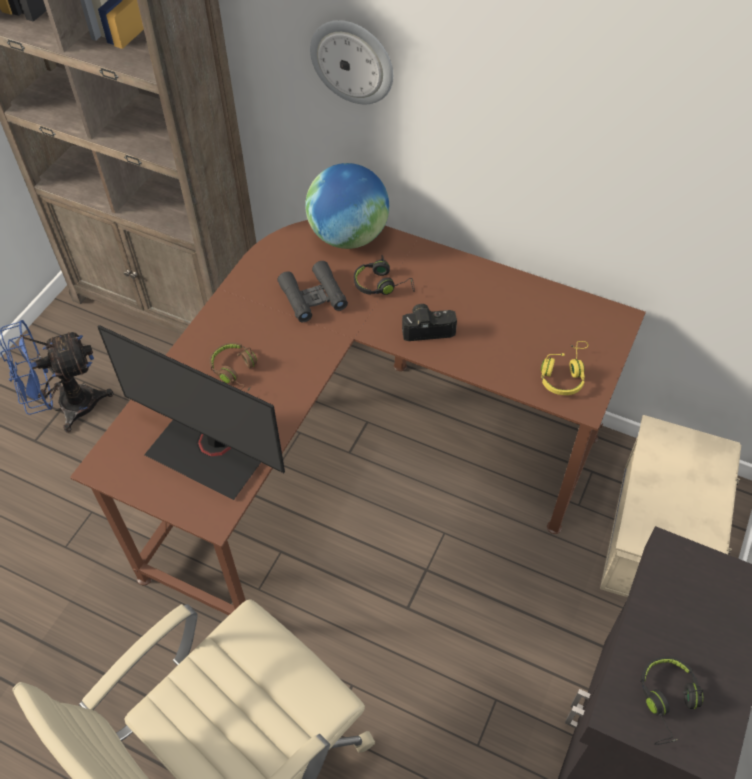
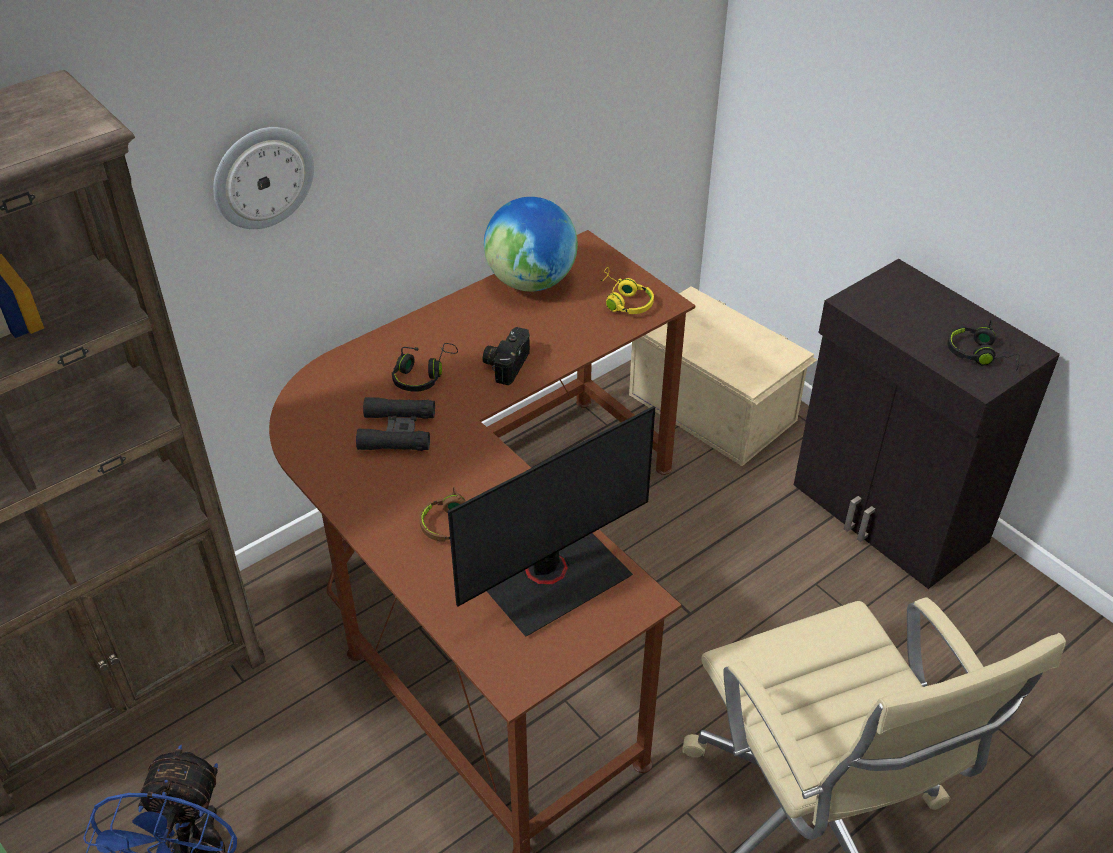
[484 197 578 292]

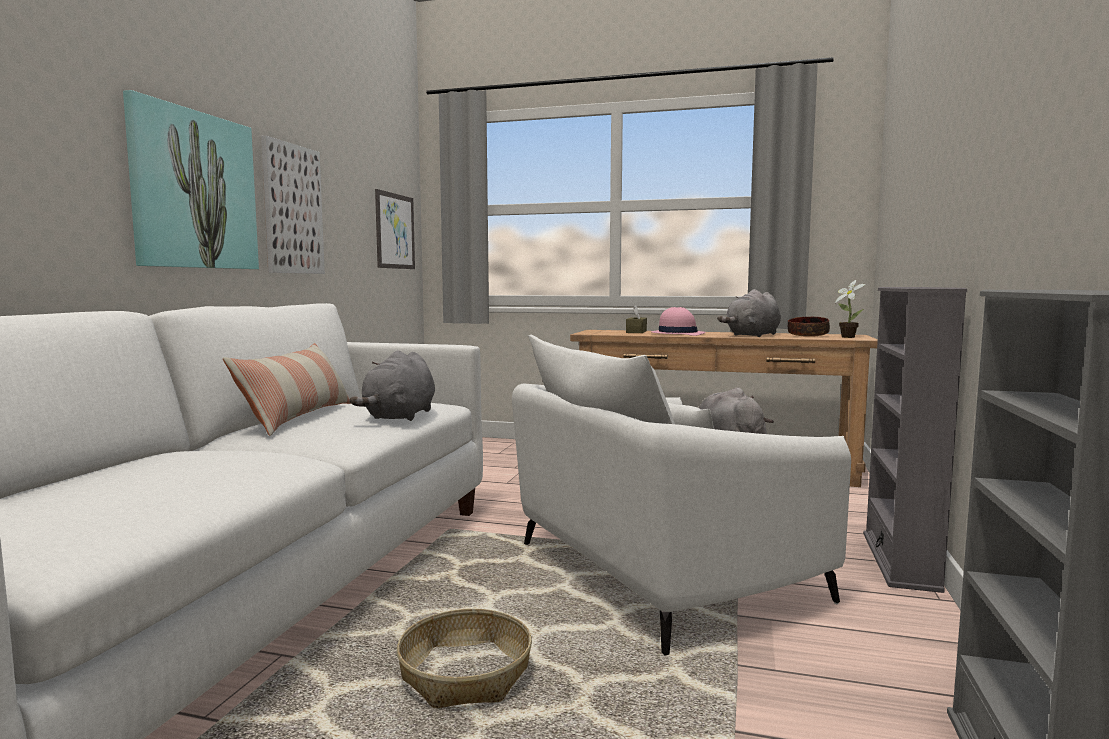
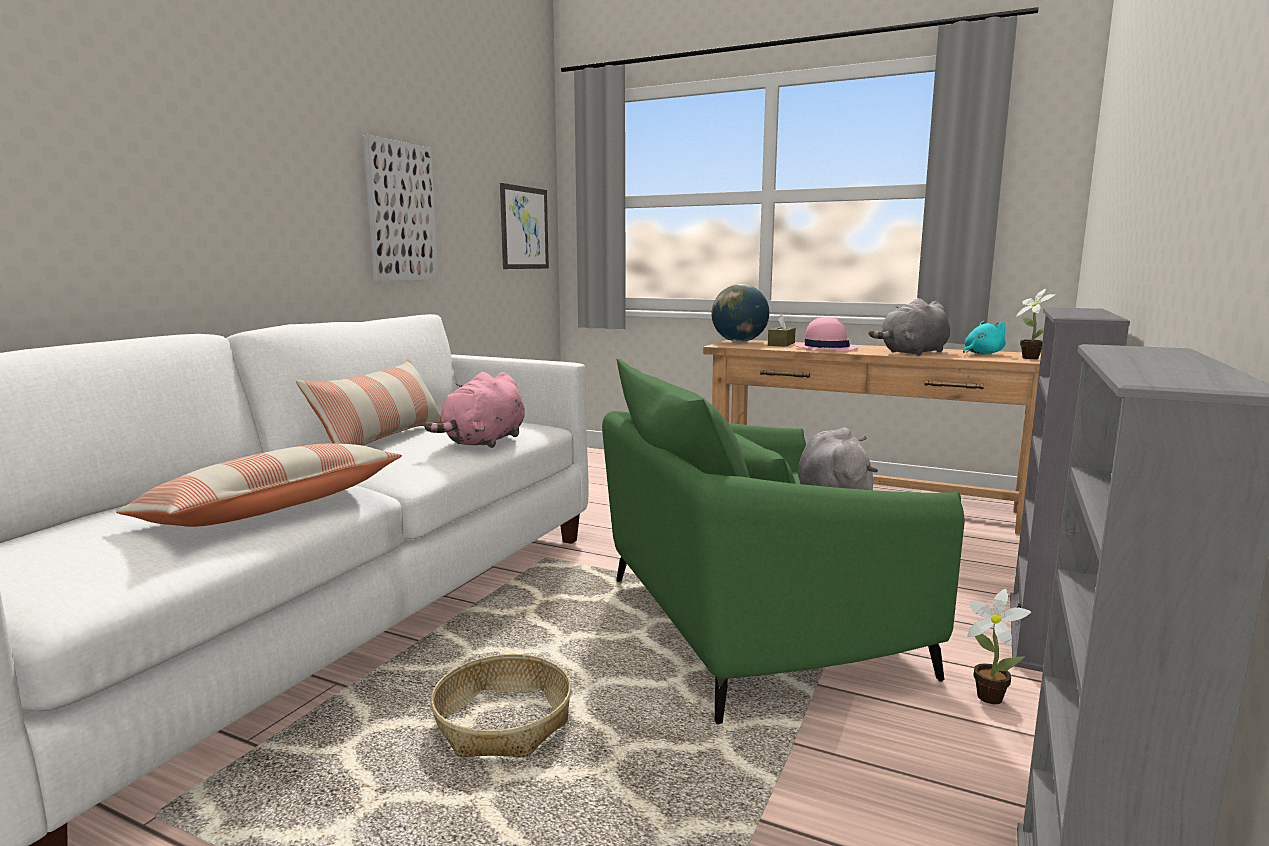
[123 90 259 269] (first image)
[963 321 1006 355]
[602 359 965 724]
[424 372 525 448]
[712 284 769 342]
[116 444 402 527]
[967 589 1031 704]

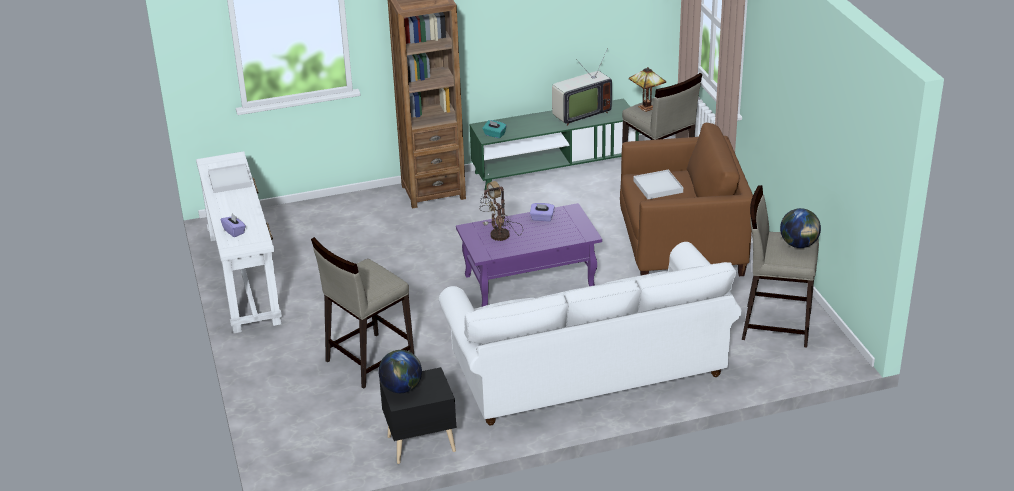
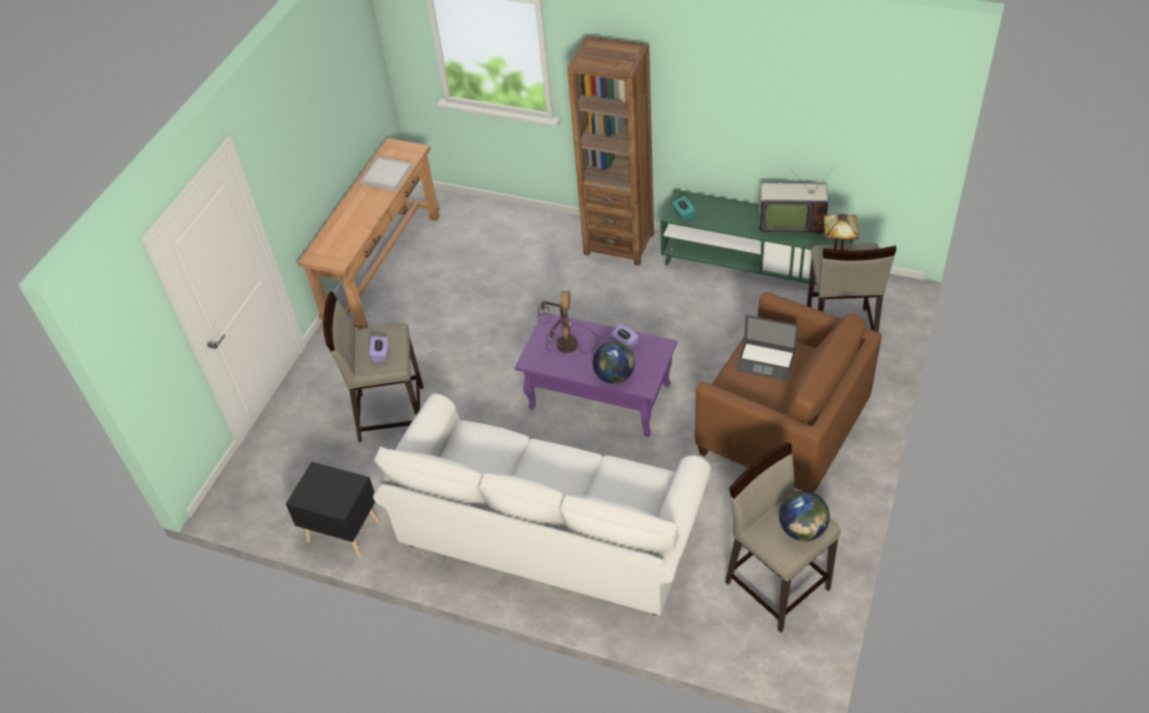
[297 138 440 330]
[735 315 799 381]
[369 336 388 363]
[593 341 635 384]

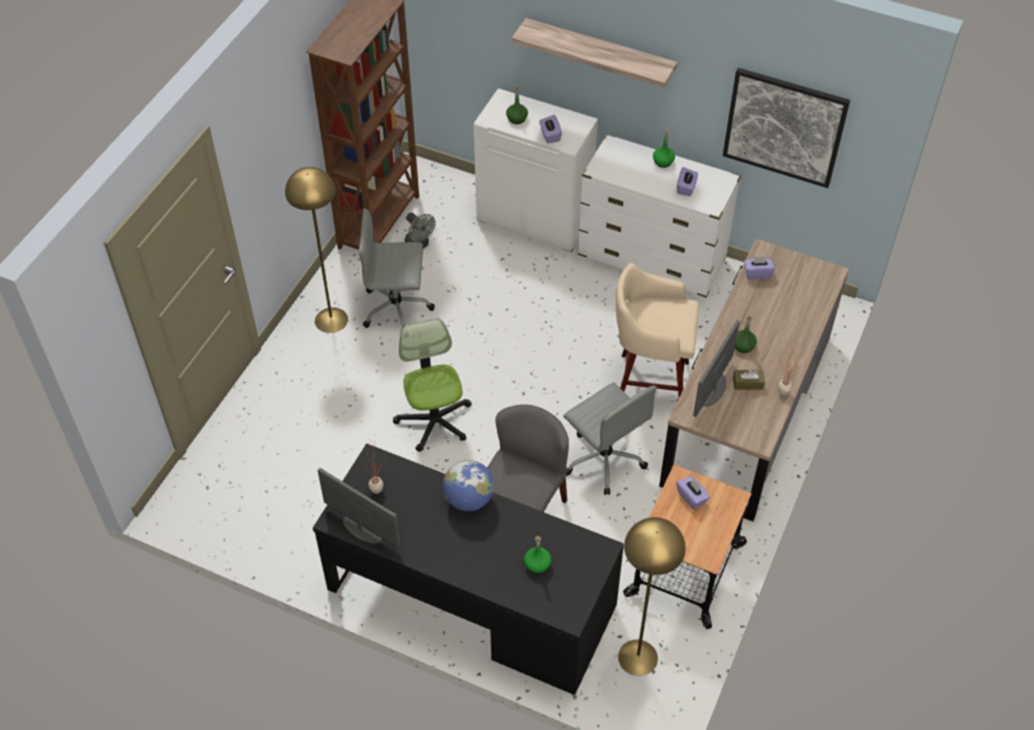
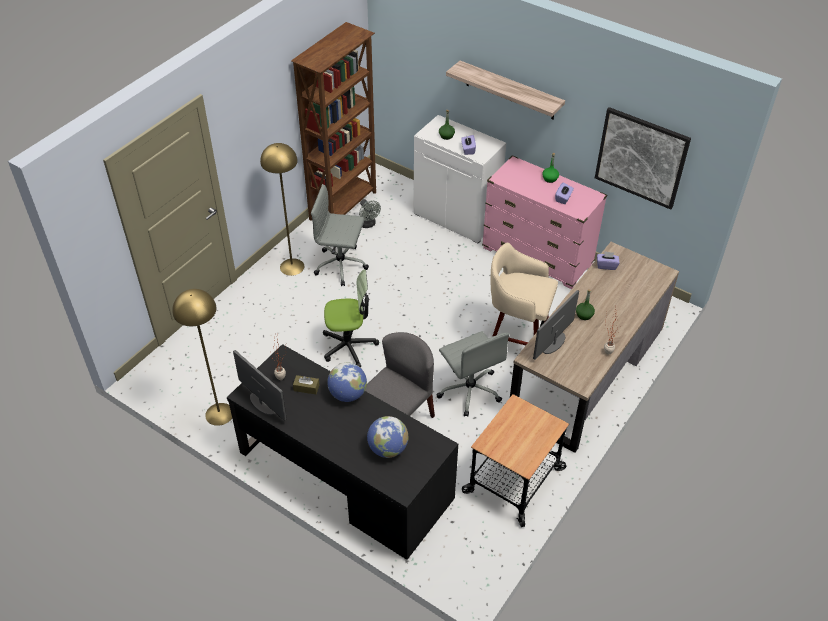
[482 155 607 289]
[323 269 379 367]
[293 375 320 394]
[676 476 710 509] (first image)
[172 289 232 426]
[367 416 408 458]

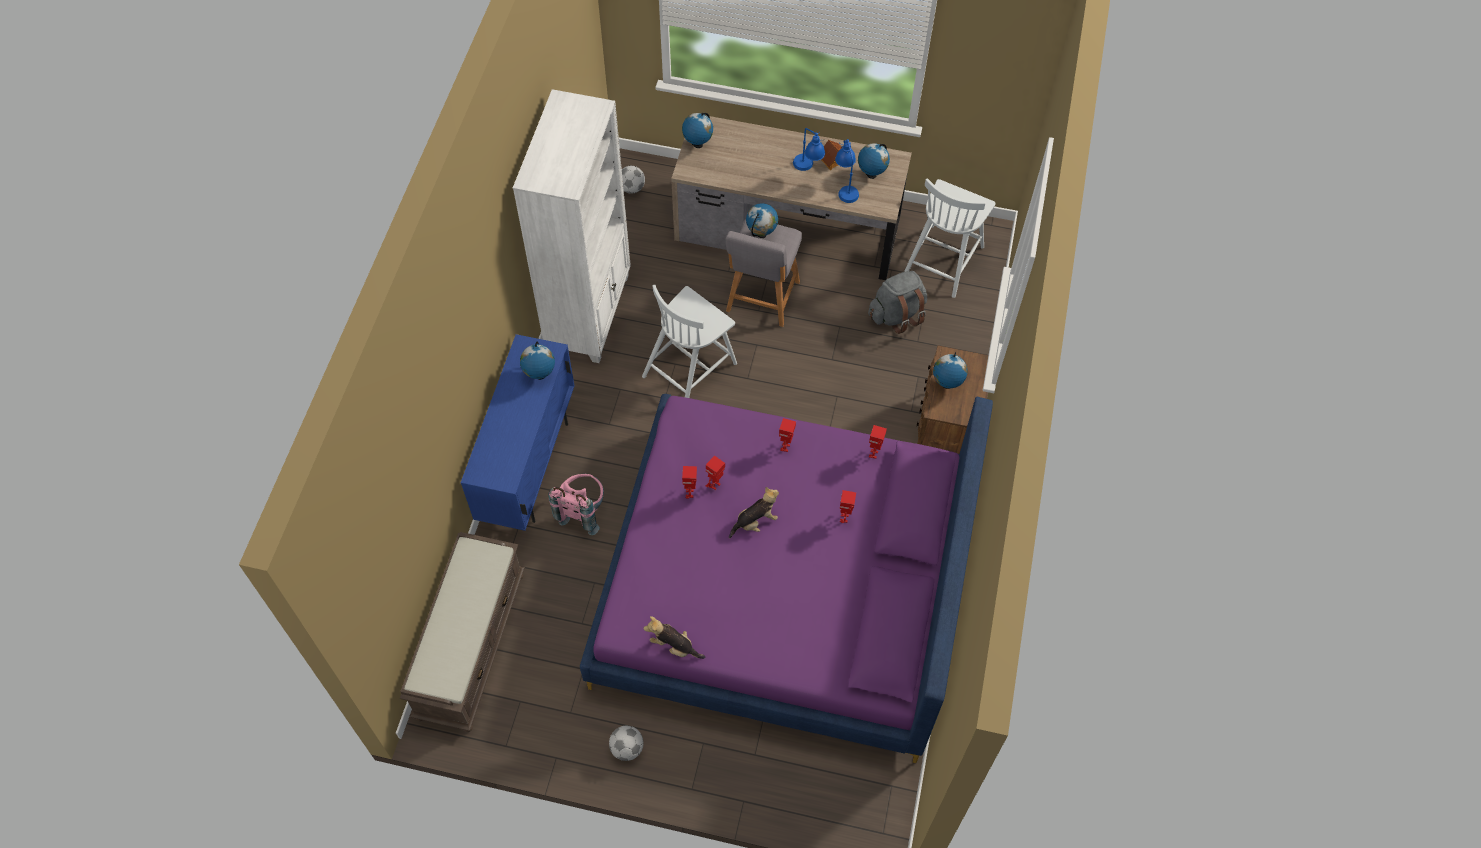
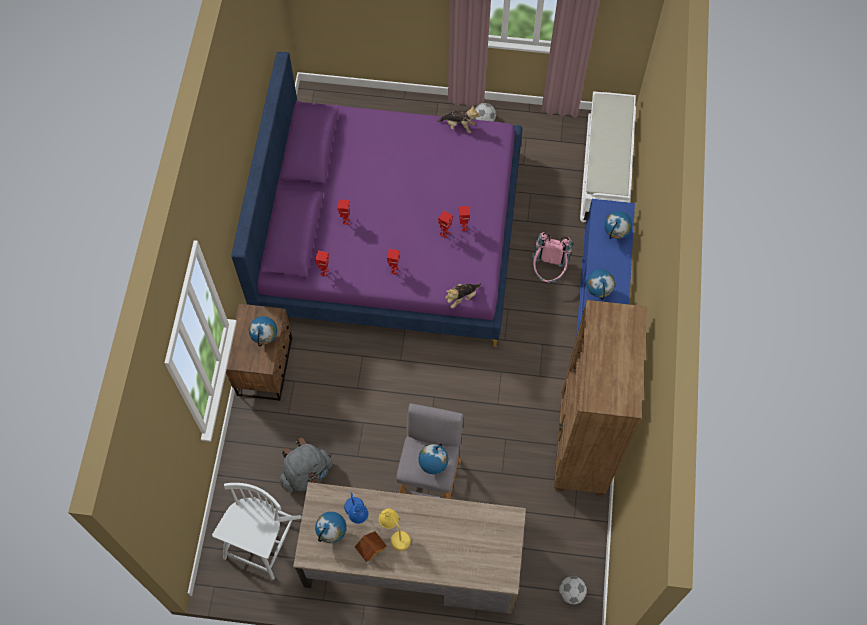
[554 300 647 496]
[604 211 632 239]
[379 509 411 551]
[642 285 737 398] (first image)
[445 283 481 309]
[580 91 636 222]

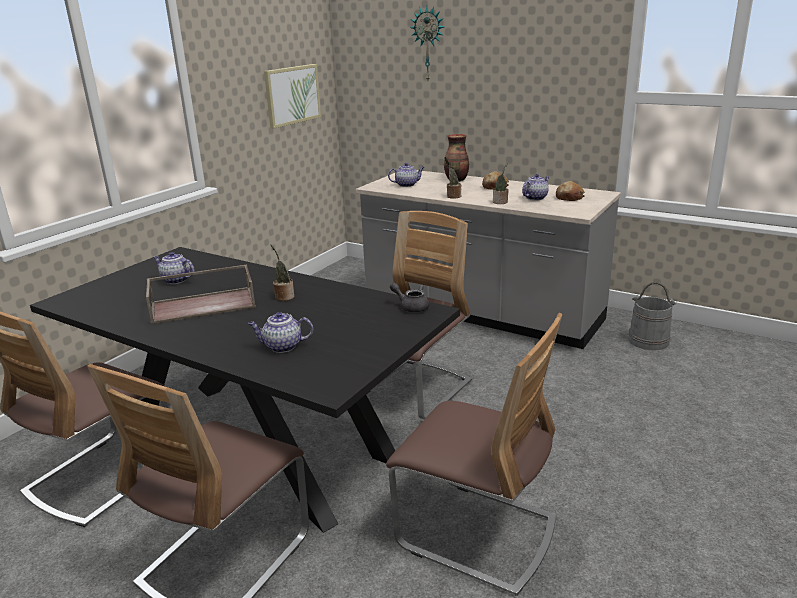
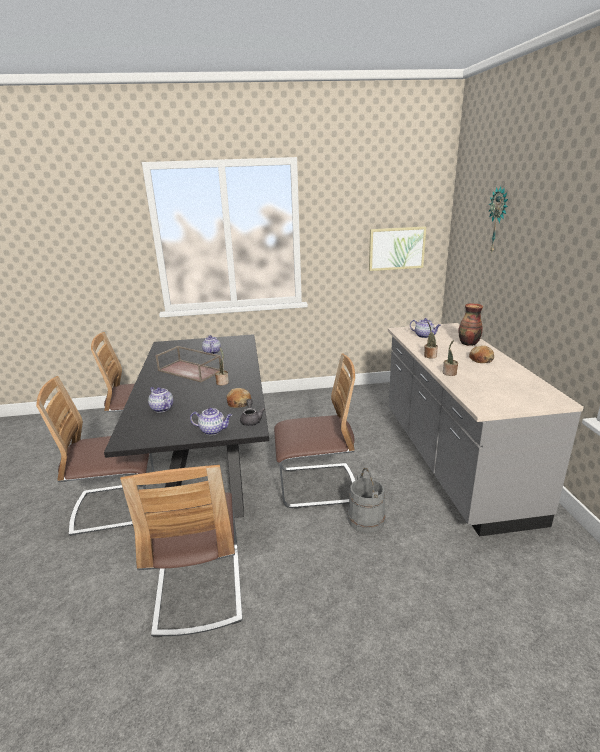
[190 408 232 435]
[226 388 251 408]
[348 468 385 533]

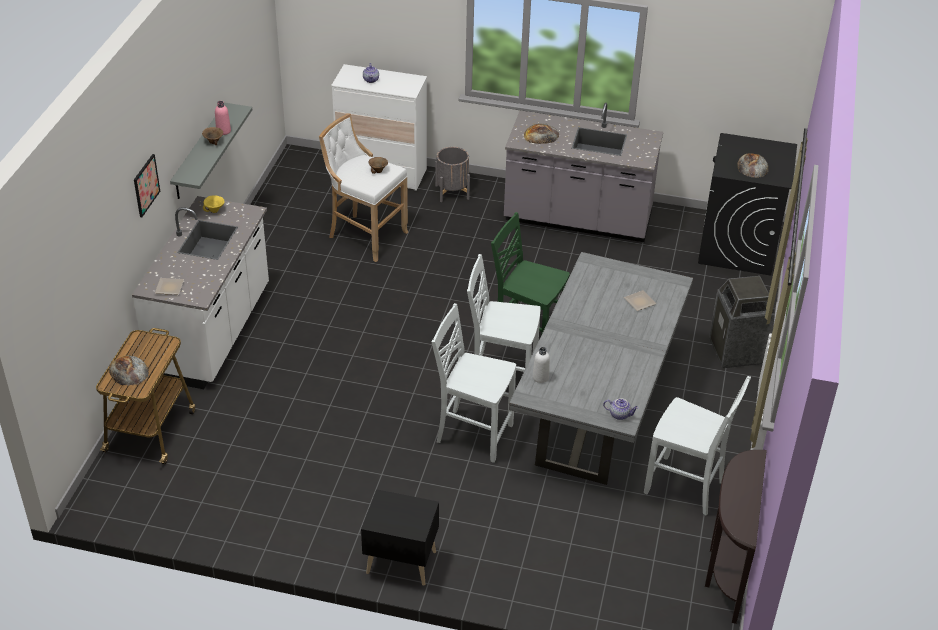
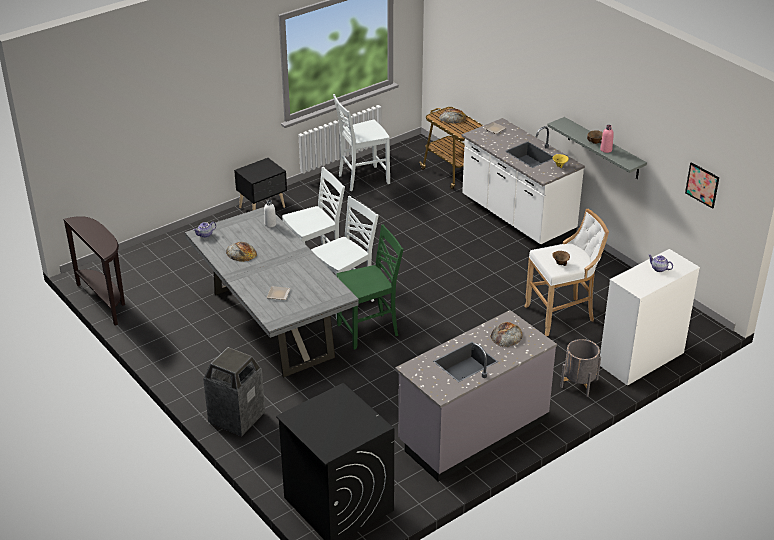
[226 242 257 262]
[685 162 719 209]
[333 94 390 191]

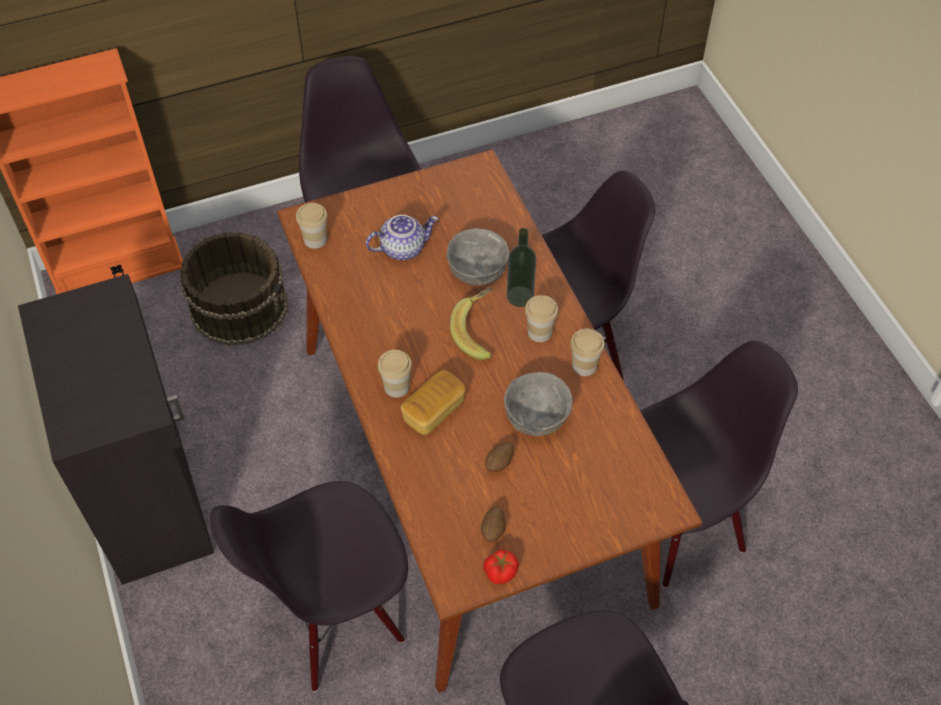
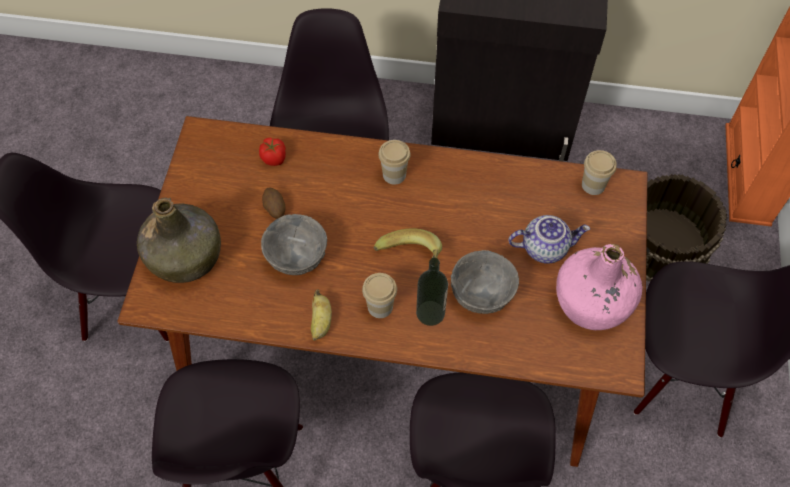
[508 215 590 264]
[311 289 332 341]
[401 370 465 435] (first image)
[481 506 506 542] (first image)
[259 138 286 166]
[137 198 221 283]
[556 244 642 330]

